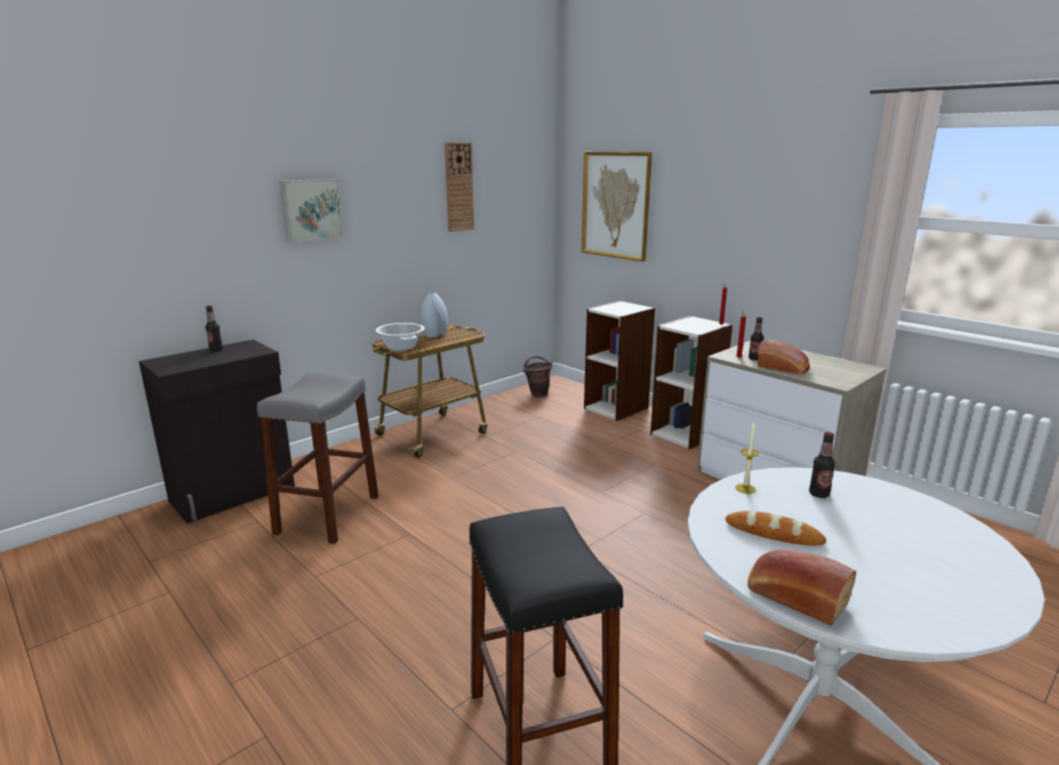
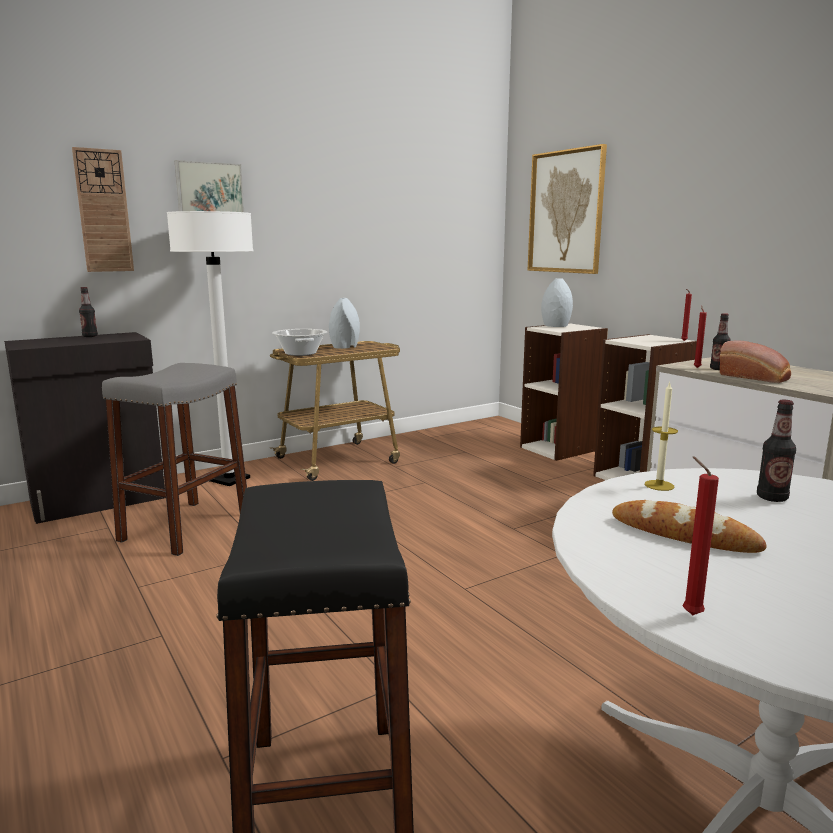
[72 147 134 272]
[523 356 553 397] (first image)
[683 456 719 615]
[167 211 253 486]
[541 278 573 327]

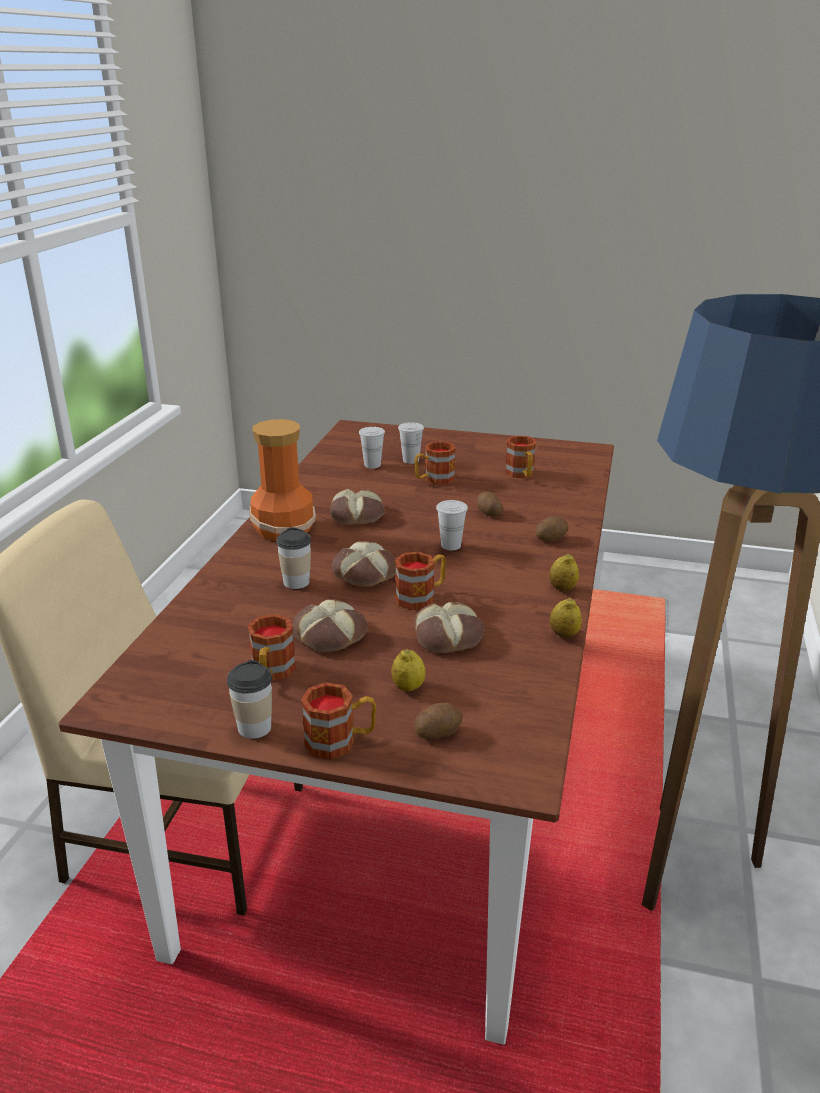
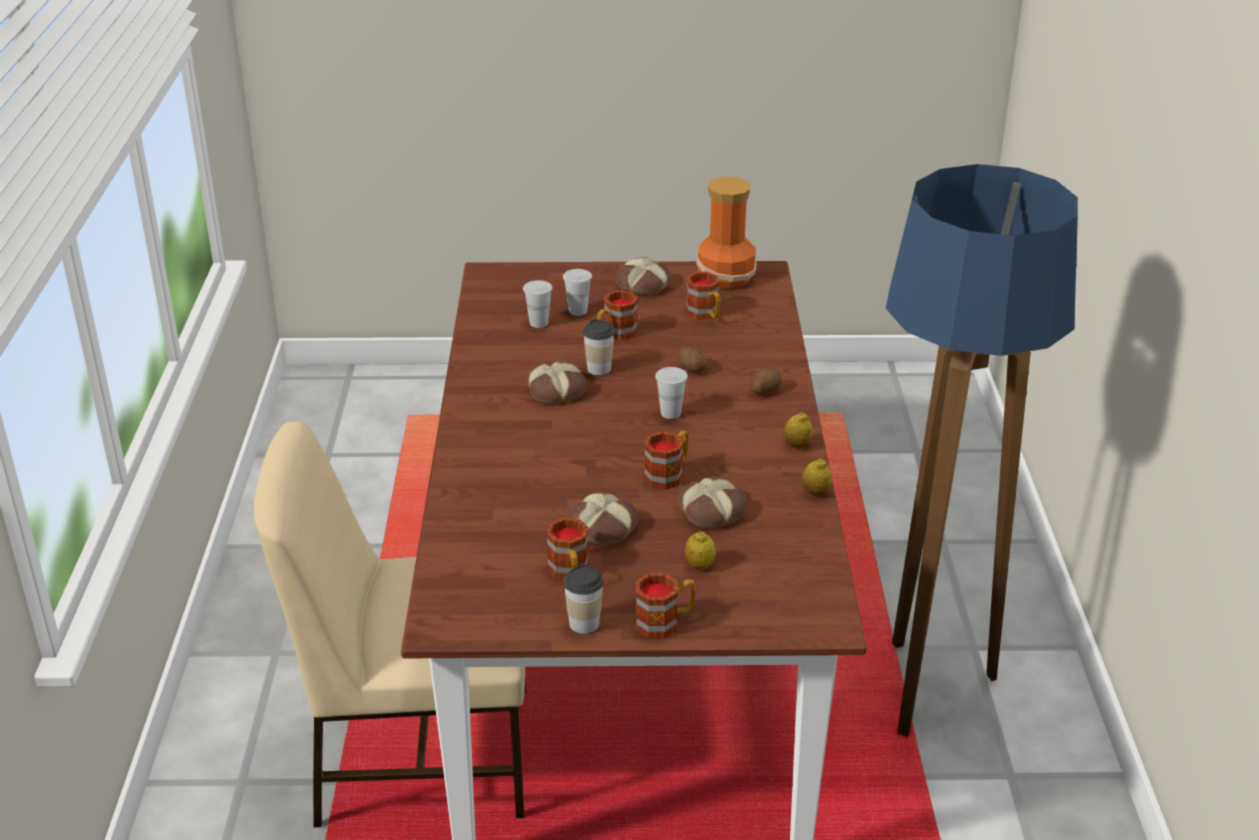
[696 177 757 289]
[583 319 614 375]
[615 257 672 295]
[415 703 463 739] (first image)

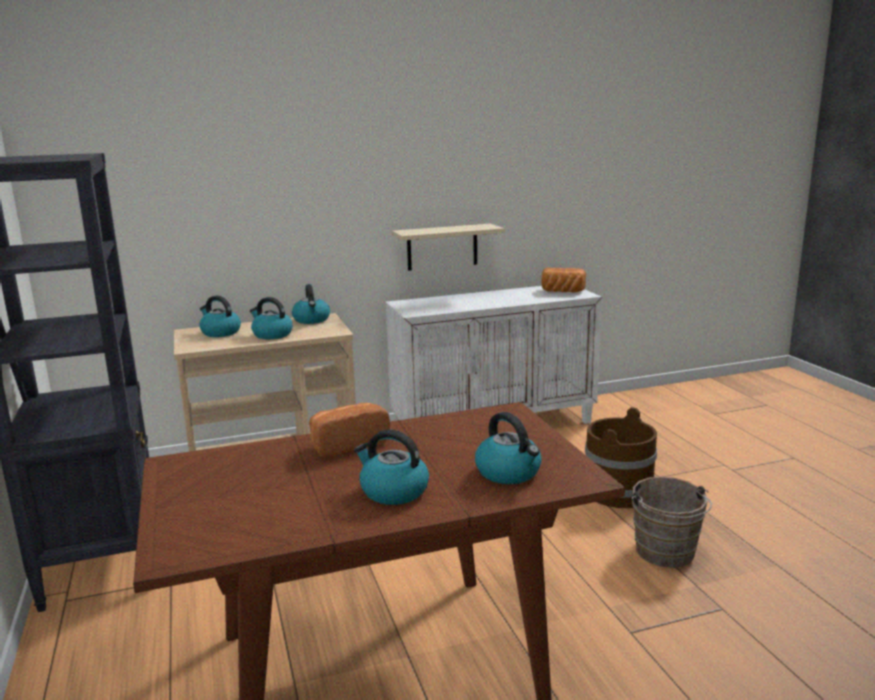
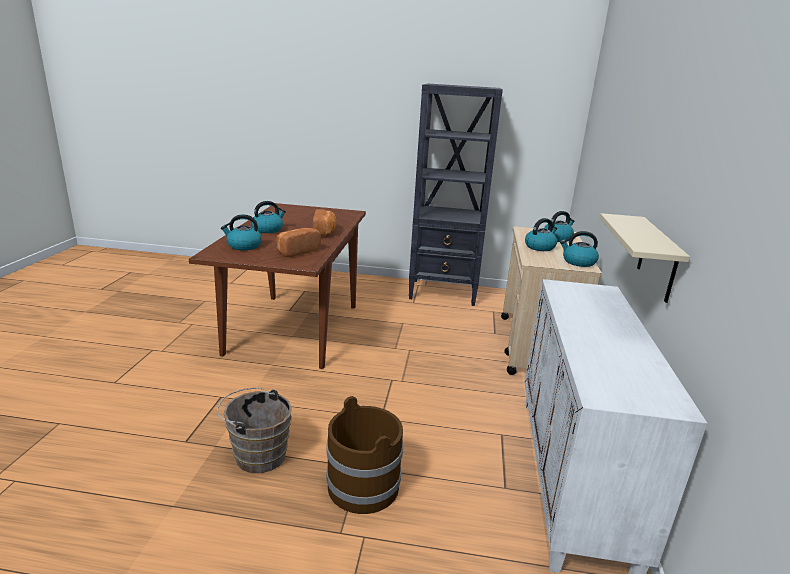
[276 228 321 257]

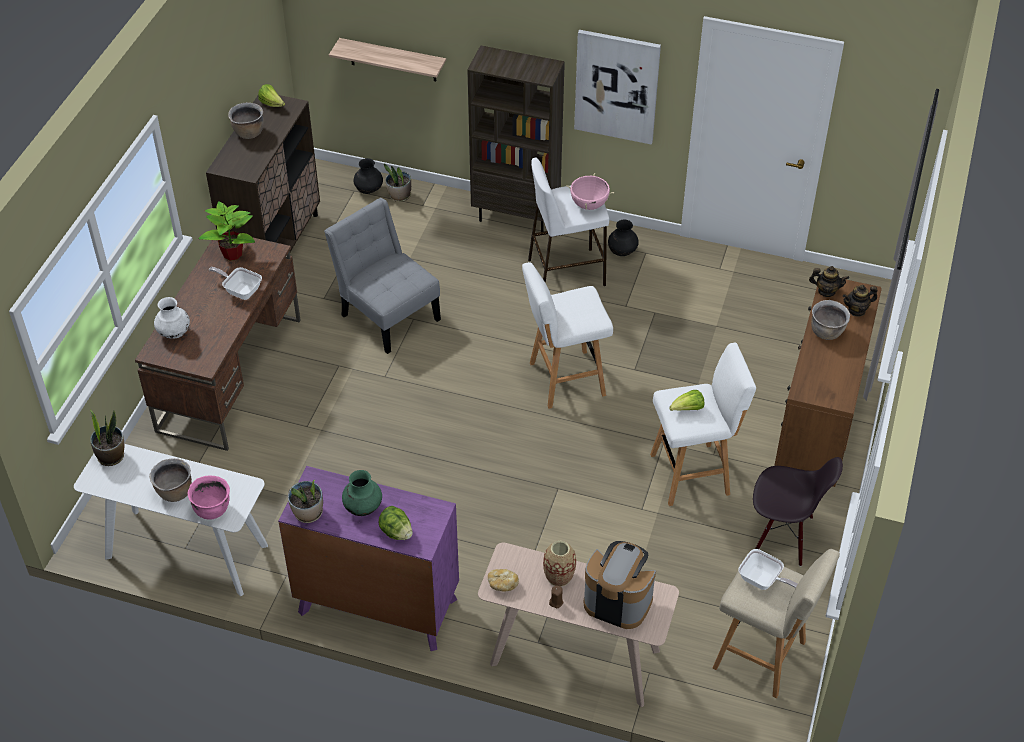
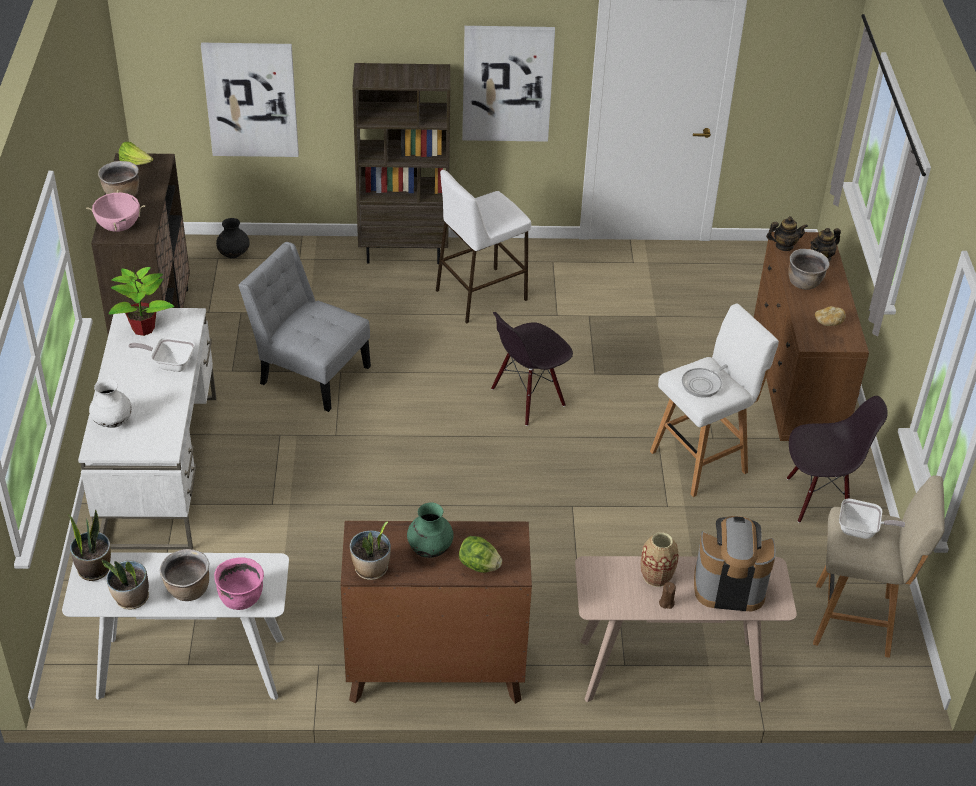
[201 43 299 157]
[102 560 149 609]
[86 190 145 232]
[608 220 639 256] (first image)
[78 308 216 550]
[491 312 573 426]
[682 364 728 397]
[341 521 532 704]
[815 306 846 326]

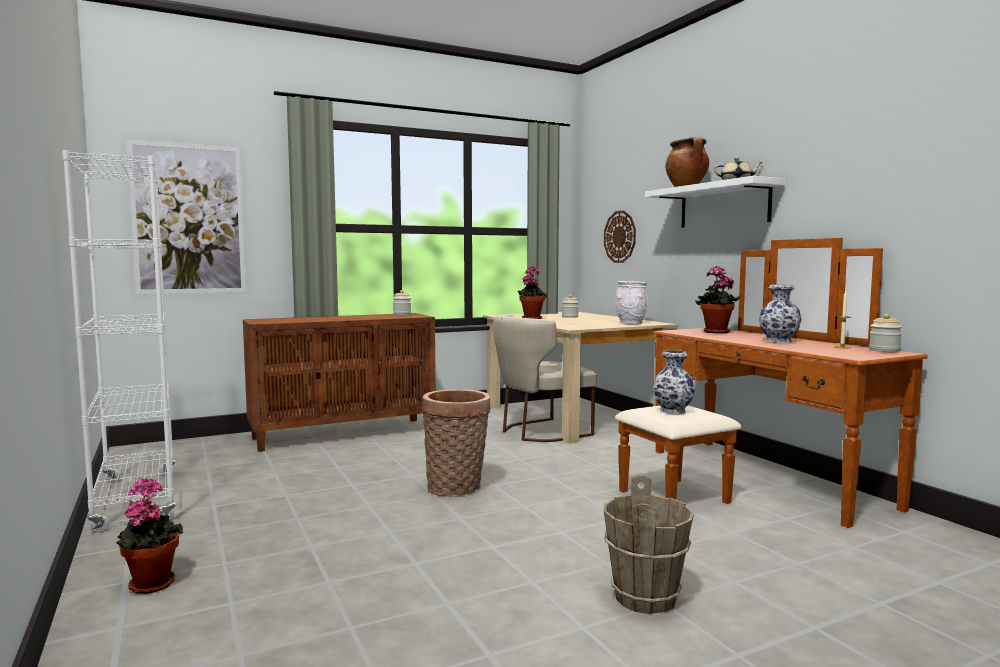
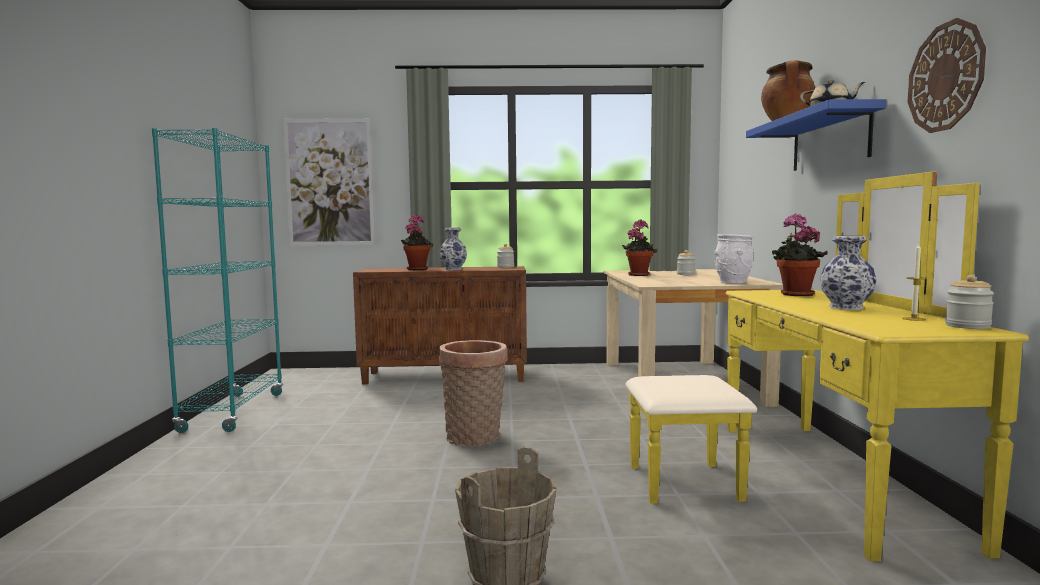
[152 128 283 433]
[746 99 886 171]
[908 18 986 133]
[626 172 1029 562]
[493 314 597 442] (first image)
[439 228 467 270]
[401 214 433 270]

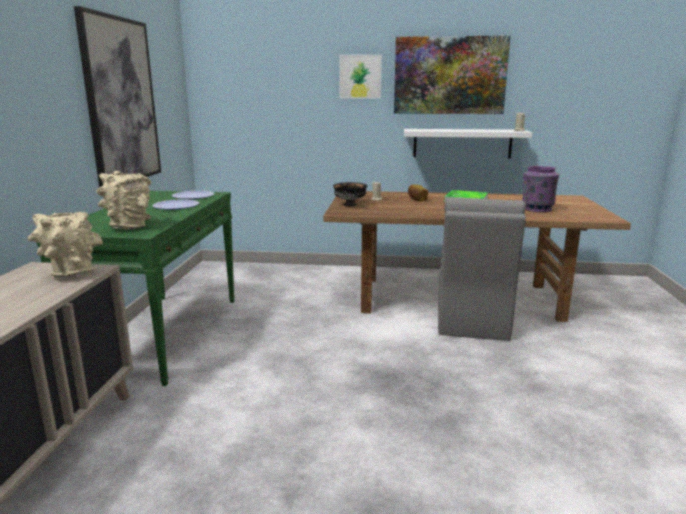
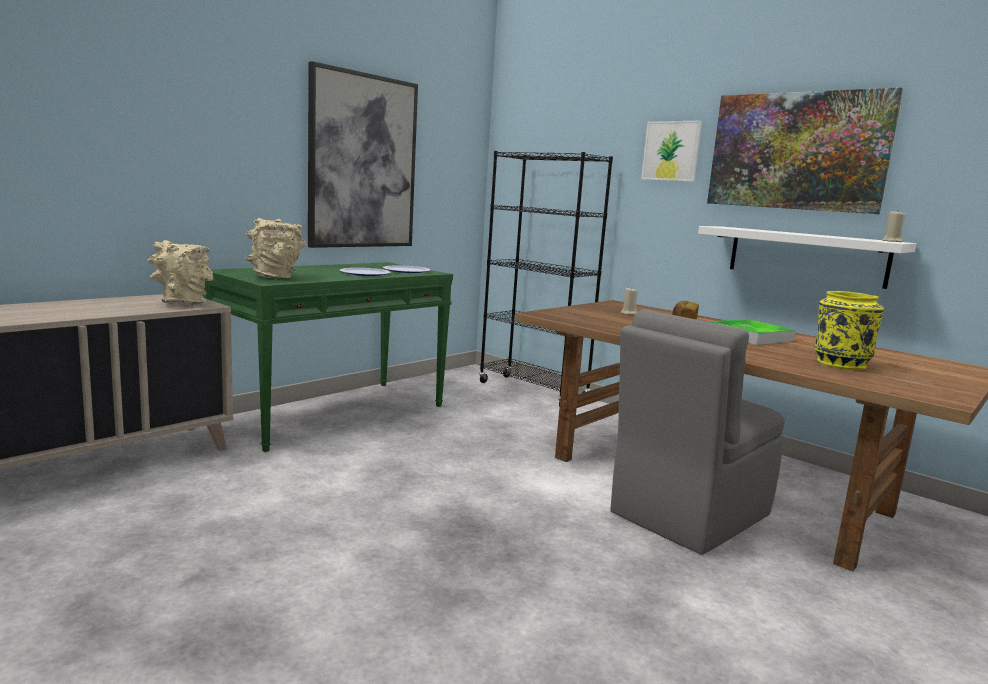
[814 291 884 370]
[333 182 367 206] (first image)
[479 151 613 407]

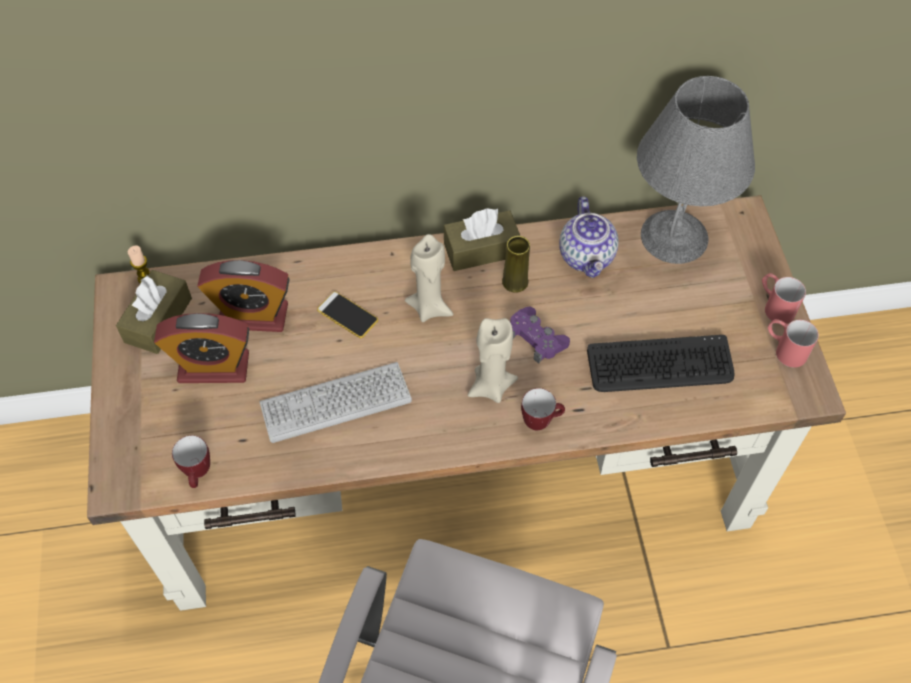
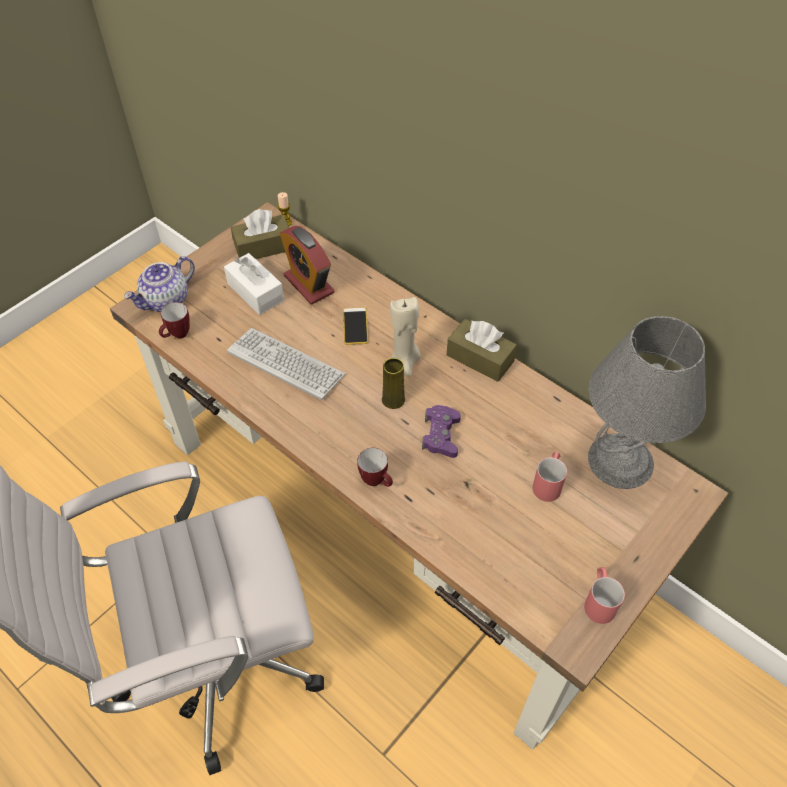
[124 256 195 312]
[382 358 405 409]
[532 452 567 502]
[224 253 284 315]
[468 318 518 403] (first image)
[587 335 734 392] (first image)

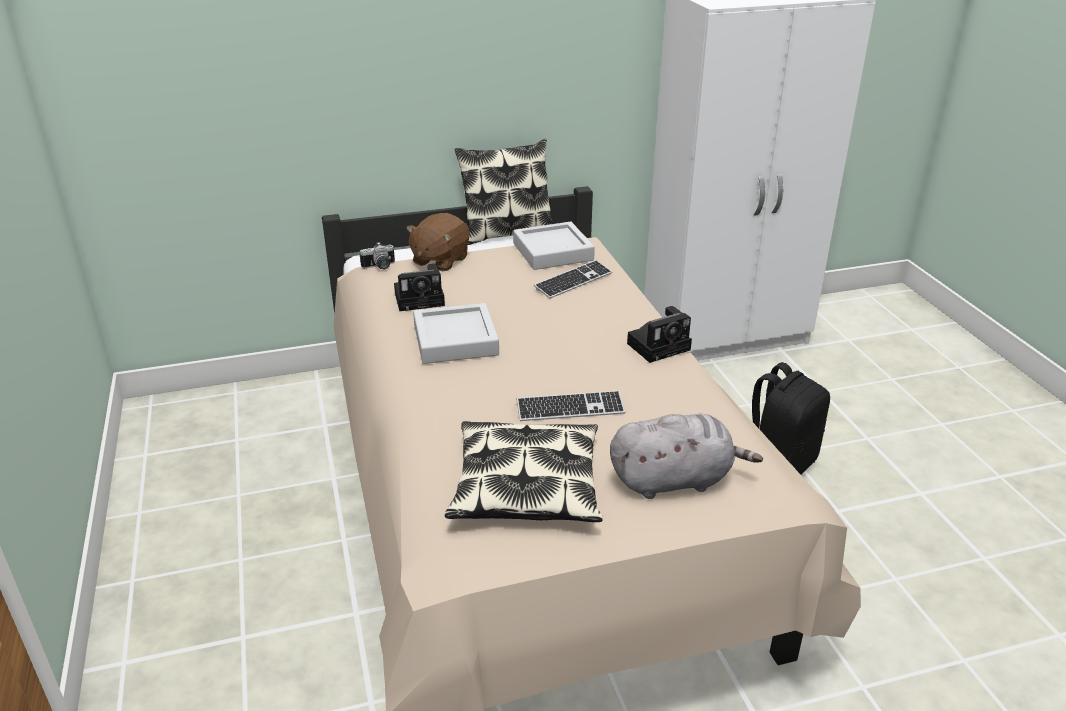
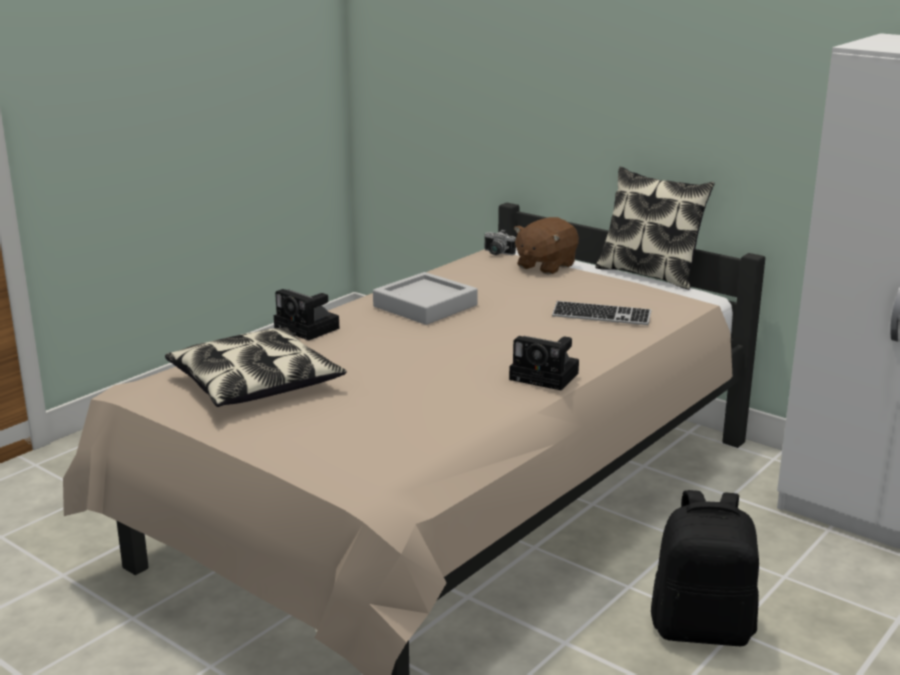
[514 217 579 275]
[513 222 595 270] (first image)
[274 289 339 341]
[517 390 625 421] (first image)
[610 414 763 499] (first image)

